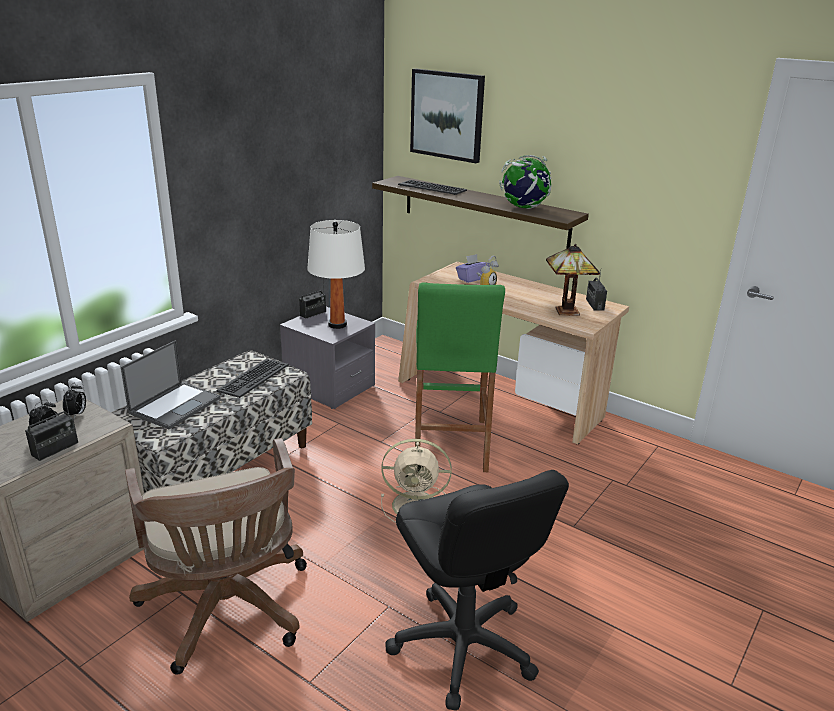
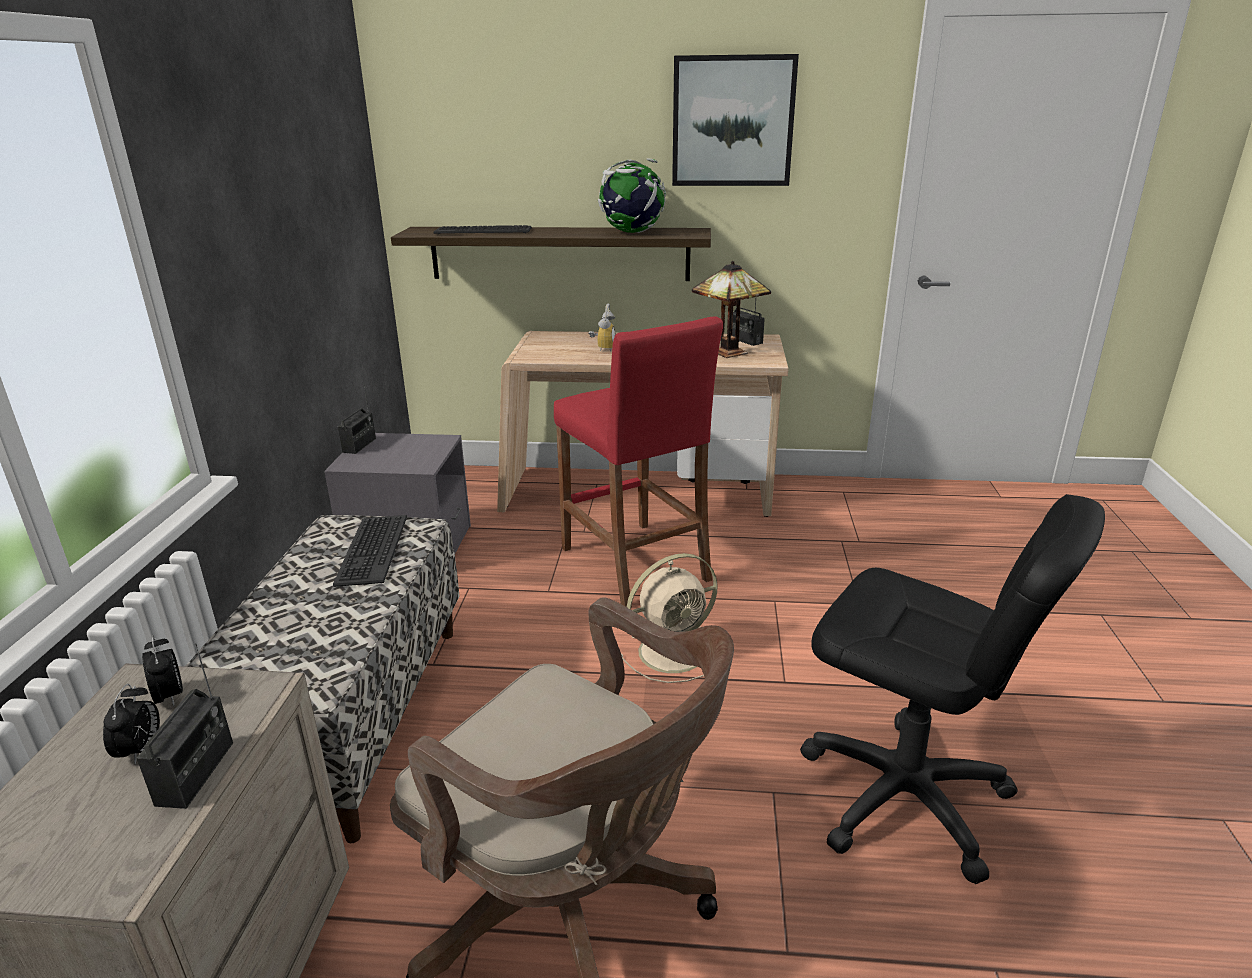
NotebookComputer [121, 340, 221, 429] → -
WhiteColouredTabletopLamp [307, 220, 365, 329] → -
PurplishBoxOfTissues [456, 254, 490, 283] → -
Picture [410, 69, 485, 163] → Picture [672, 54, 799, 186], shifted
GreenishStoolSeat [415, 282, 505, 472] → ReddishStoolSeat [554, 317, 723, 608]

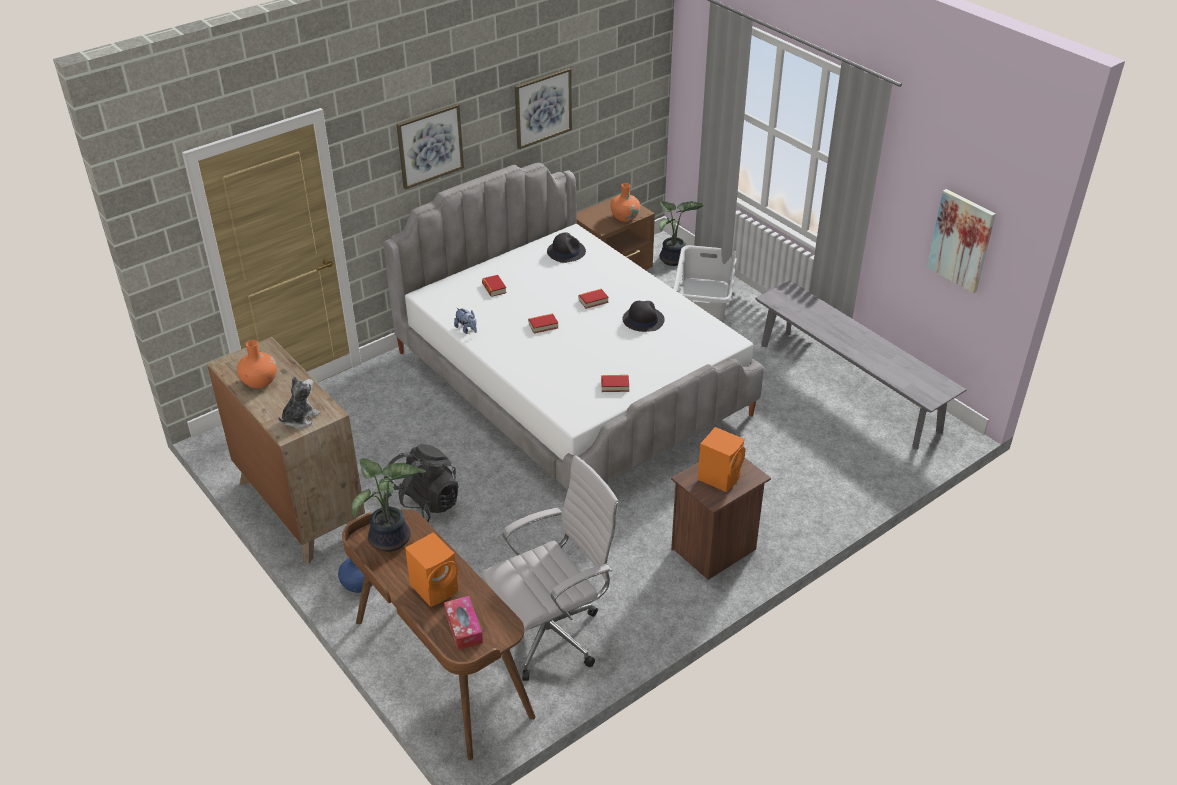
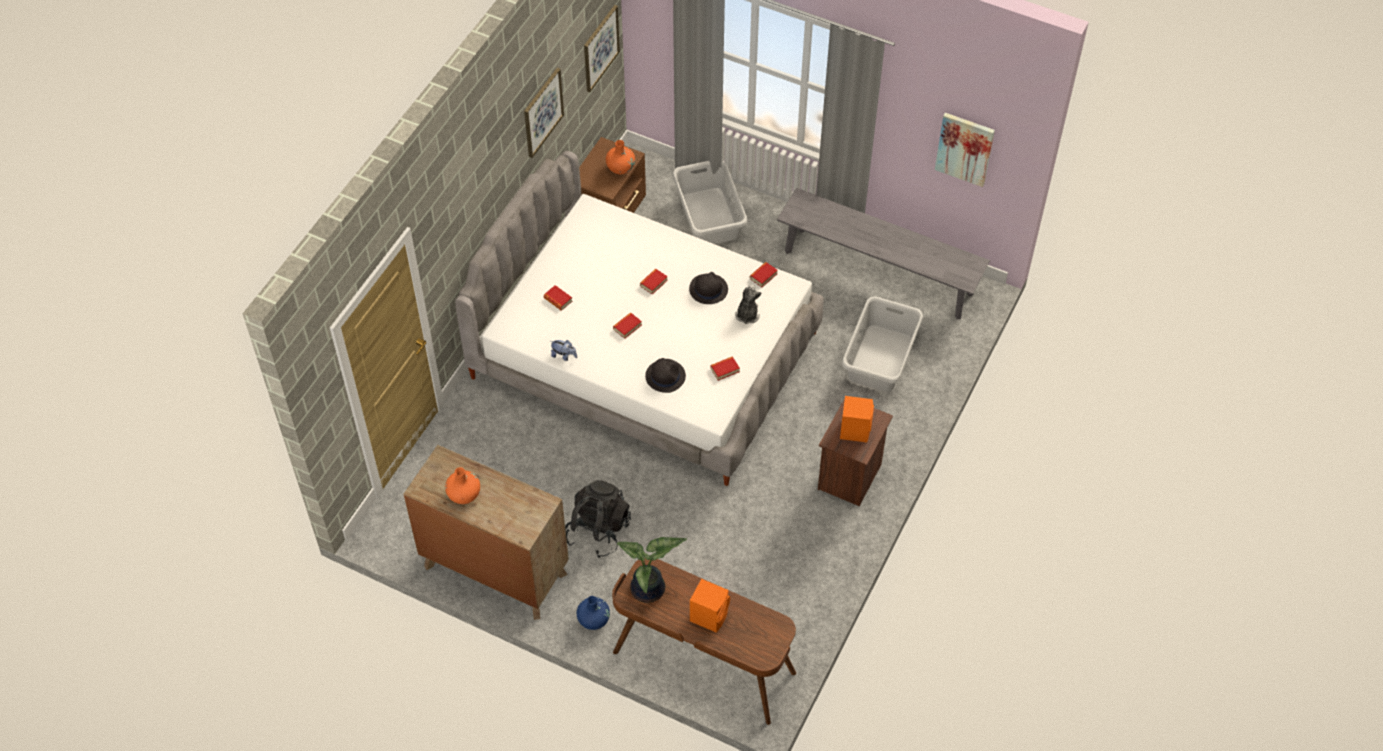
BoxOfTissues [444, 596, 483, 650] → -
WhiteColouredDeskChair [483, 455, 620, 681] → -
Houseplant [659, 201, 704, 266] → -
- → BoundBook [750, 262, 778, 287]
- → GrayWashingBasket [842, 297, 923, 392]
PlushToy [278, 376, 320, 428] → PlushToy [735, 284, 762, 324], shifted
Picture [396, 104, 464, 190] → Picture [584, 5, 620, 92], shifted
BlackColouredHat [547, 232, 586, 263] → BlackColouredHat [645, 358, 686, 393], shifted

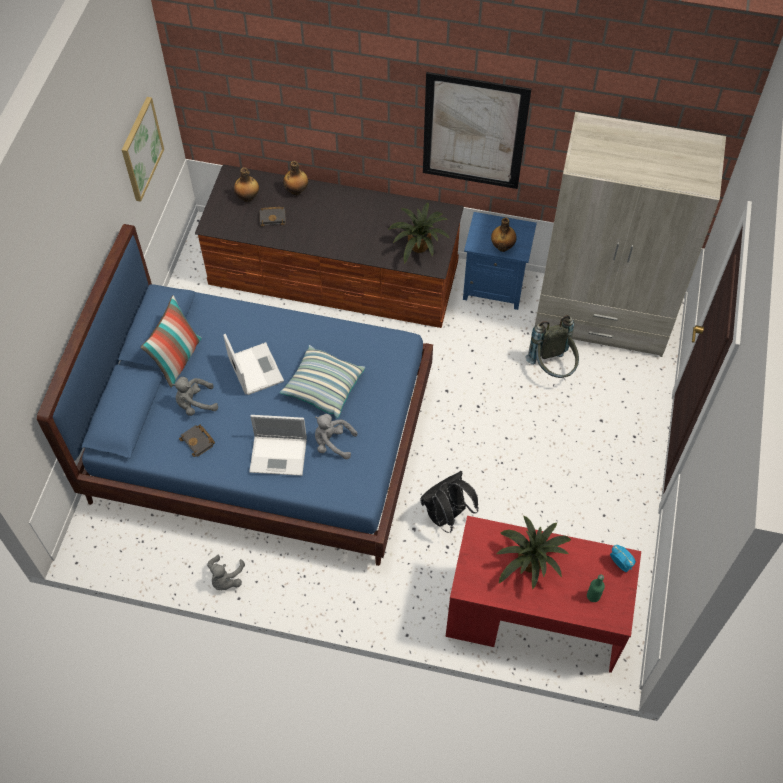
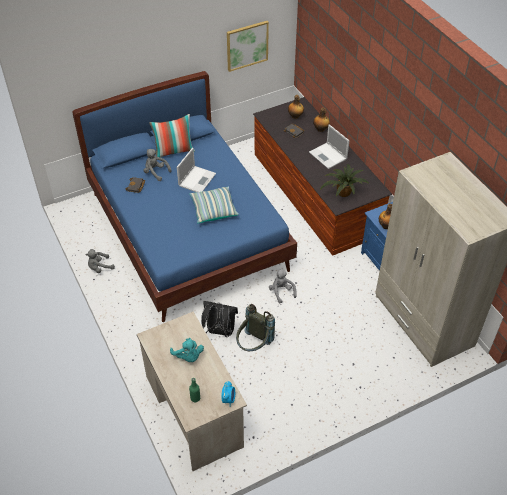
Picture [423, 72, 531, 189] → -
NotebookComputer [249, 415, 307, 476] → NotebookComputer [309, 124, 349, 169], shifted
GrayPlushToy [315, 414, 358, 460] → GrayPlushToy [269, 269, 297, 303], shifted
GrayKnapsack [525, 315, 579, 378] → GrayKnapsack [236, 304, 275, 351], shifted
Houseplant [497, 515, 571, 589] → BlueGreenPlushToy [170, 338, 204, 362]
ReddishDesk [445, 516, 641, 673] → SandColouredDesk [137, 312, 247, 471]

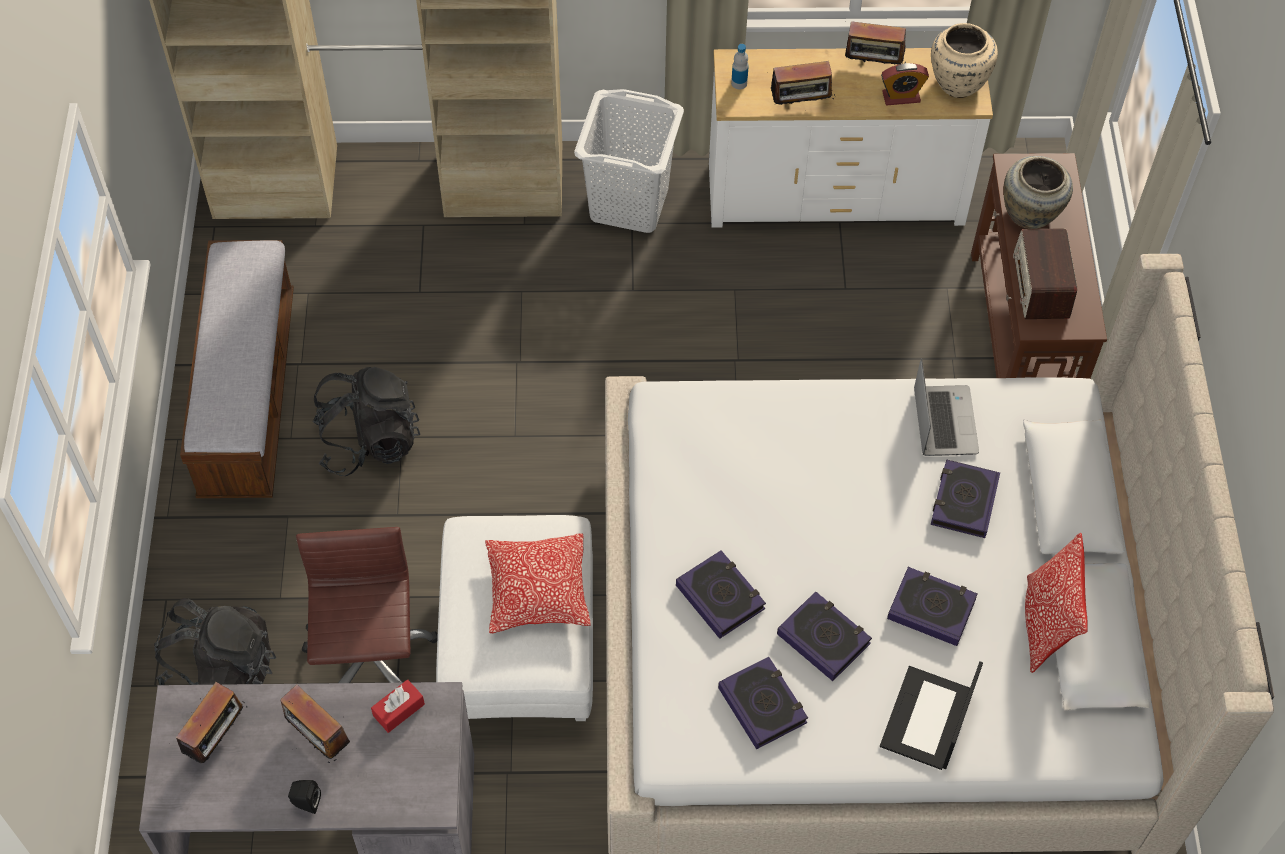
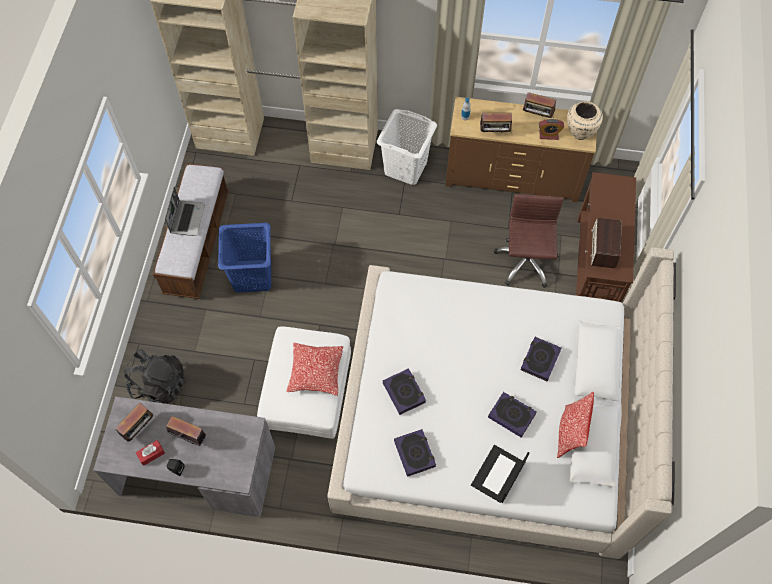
BoundBook [777, 592, 872, 681] → -
SandColouredVase [1003, 156, 1073, 229] → -
BrownishDeskChair [296, 527, 438, 683] → BrownishDeskChair [494, 194, 564, 288], shifted
ReddishBoxOfTissues [371, 679, 425, 733] → ReddishBoxOfTissues [136, 440, 165, 466], shifted
NotebookComputer [914, 358, 979, 456] → NotebookComputer [165, 187, 205, 236], shifted
BlackColouredKnapsack [312, 367, 420, 476] → BlueColouredWashingBasket [218, 223, 271, 293]
WhiteColouredDrawerChest [709, 48, 993, 228] → BrownishDrawerChest [446, 97, 597, 203]
RadioSet [281, 685, 350, 763] → RadioSet [166, 416, 206, 446], 150 degrees clockwise

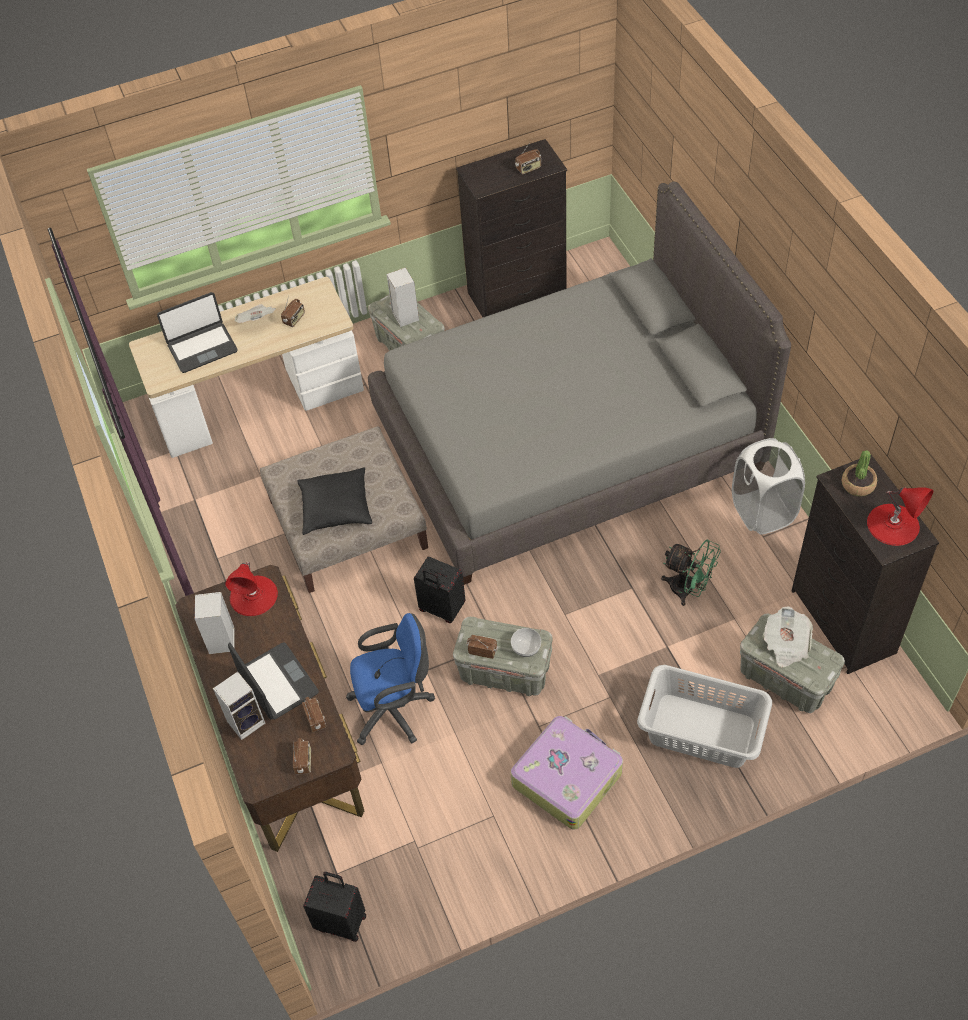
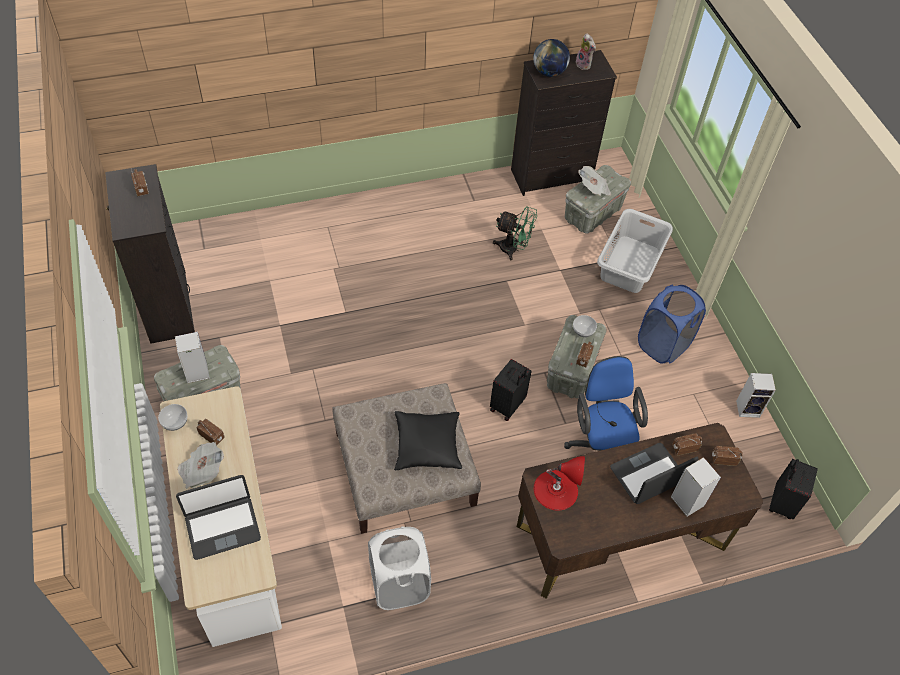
GrayBedroomBed [368, 182, 791, 585] → -
- → ServingBowl [158, 404, 188, 431]
Speaker [194, 592, 235, 654] → Speaker [736, 373, 776, 418], shifted
WhiteColouredWashingBasket [732, 438, 805, 535] → WhiteColouredWashingBasket [368, 526, 431, 610], shifted
PieceOfLuggage [511, 716, 623, 830] → BlueColouredWashingBasket [638, 285, 706, 364]
Houseplant [842, 450, 877, 496] → DeskGlobe [533, 39, 570, 77]
ReddishTabletopLamp [867, 487, 934, 546] → PlushToy [576, 33, 596, 70]
NotebookComputer [157, 292, 237, 373] → NotebookComputer [176, 475, 261, 560], 90 degrees clockwise
GreenishFan [661, 539, 721, 606] → GreenishFan [493, 206, 537, 260], 75 degrees clockwise

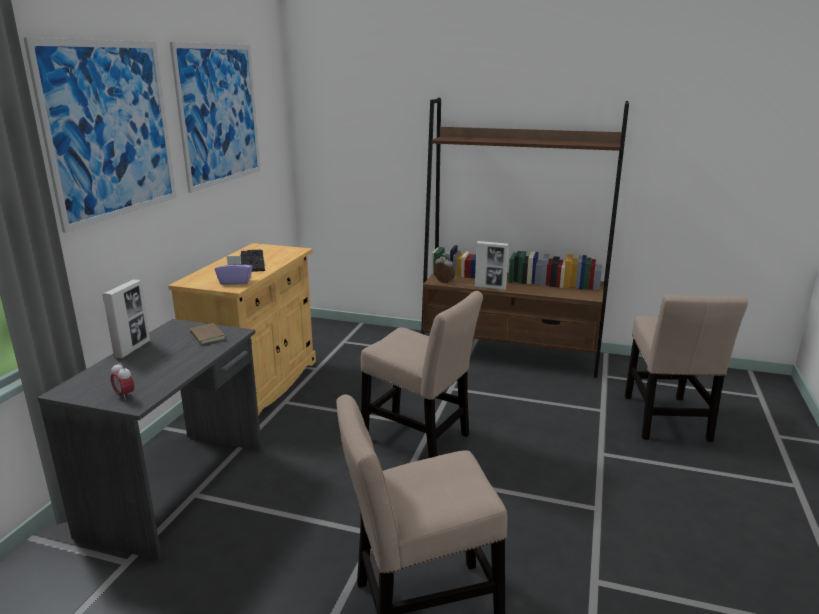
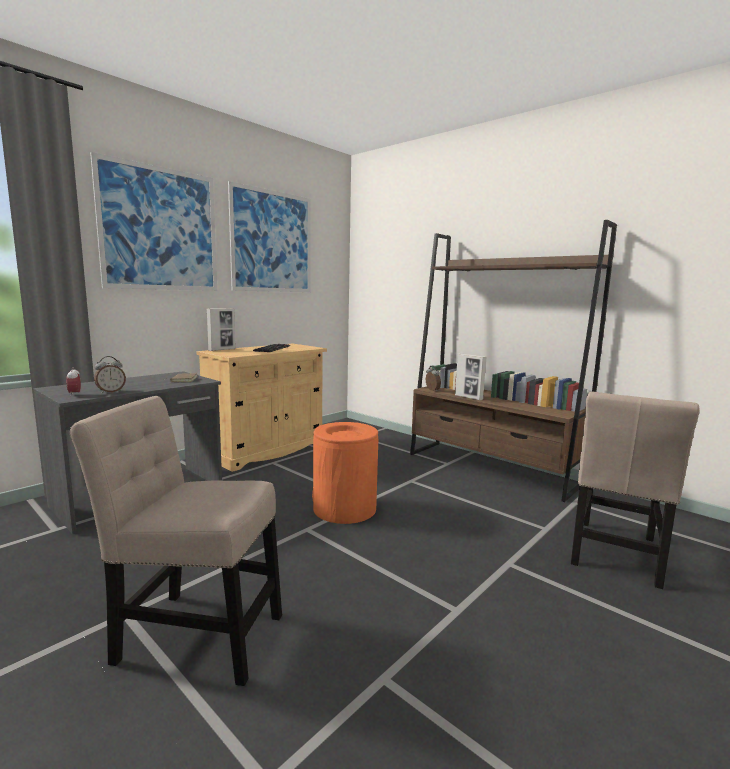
PurplishBoxOfTissues [215, 256, 253, 285] → -
- → BedsideClock [94, 356, 126, 393]
PictureFrame [102, 280, 150, 359] → PictureFrame [207, 308, 235, 351], shifted
SandColouredPlainChair [361, 291, 483, 458] → OrangeWasteBin [312, 422, 378, 524]

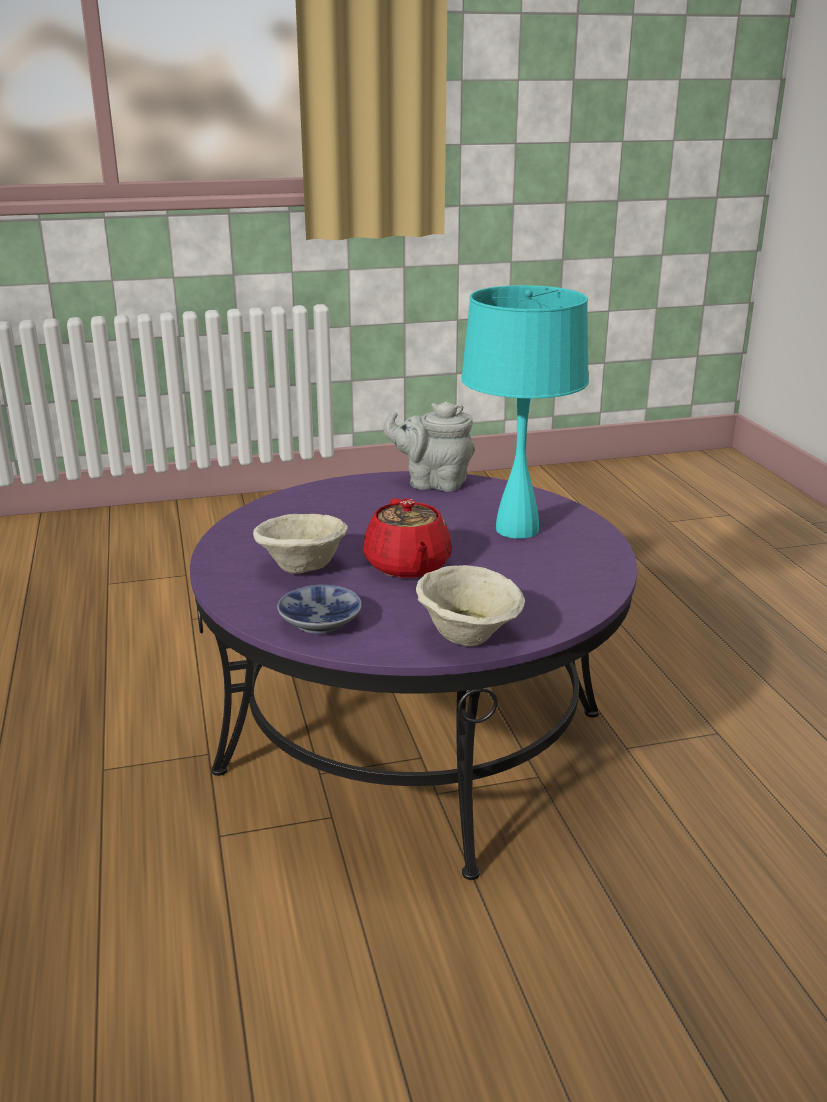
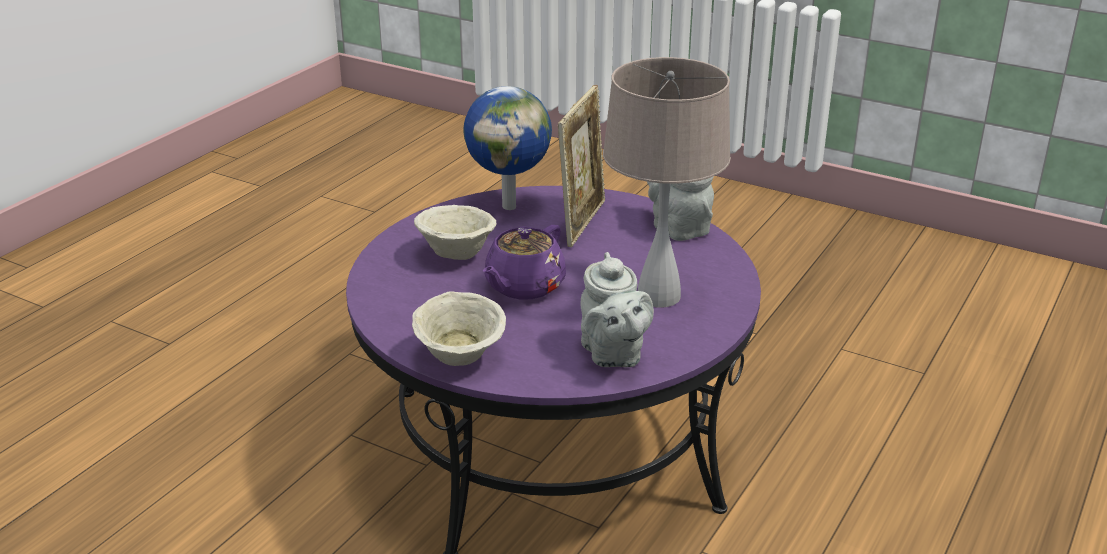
ServingBowl [277, 585, 362, 634] → -
- → DeskGlobe [463, 86, 552, 210]
- → PictureFrame [558, 85, 606, 247]
- → GrayTeaPot [580, 252, 654, 367]
ReddishTeaPot [363, 498, 452, 578] → PurplishTeaPot [483, 225, 566, 299]
BlueGreenTabletopLamp [461, 285, 589, 539] → SandColouredTabletopLamp [603, 57, 731, 308]

